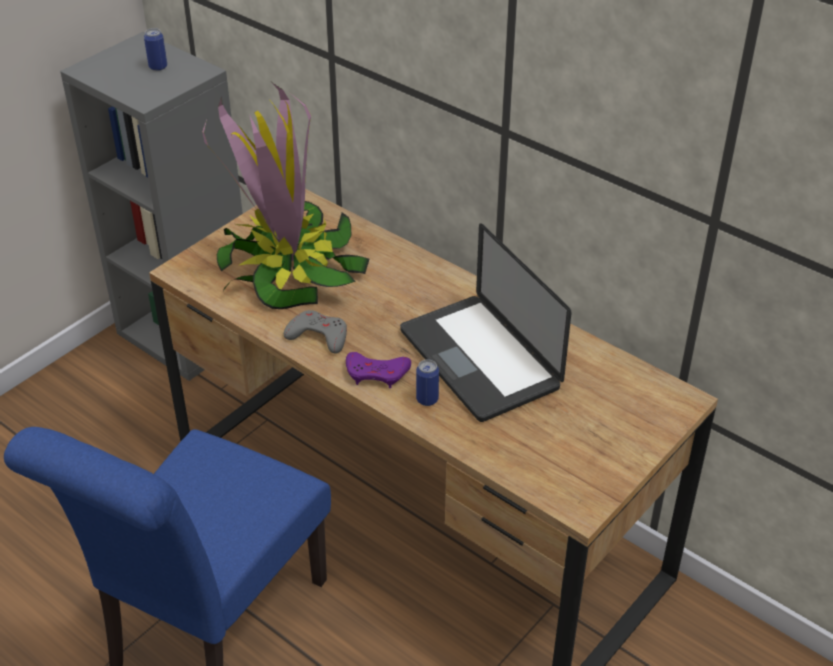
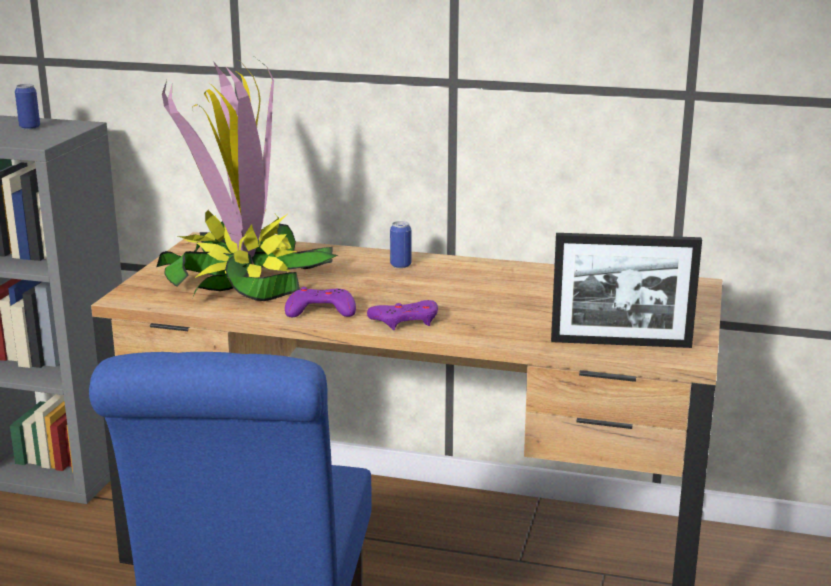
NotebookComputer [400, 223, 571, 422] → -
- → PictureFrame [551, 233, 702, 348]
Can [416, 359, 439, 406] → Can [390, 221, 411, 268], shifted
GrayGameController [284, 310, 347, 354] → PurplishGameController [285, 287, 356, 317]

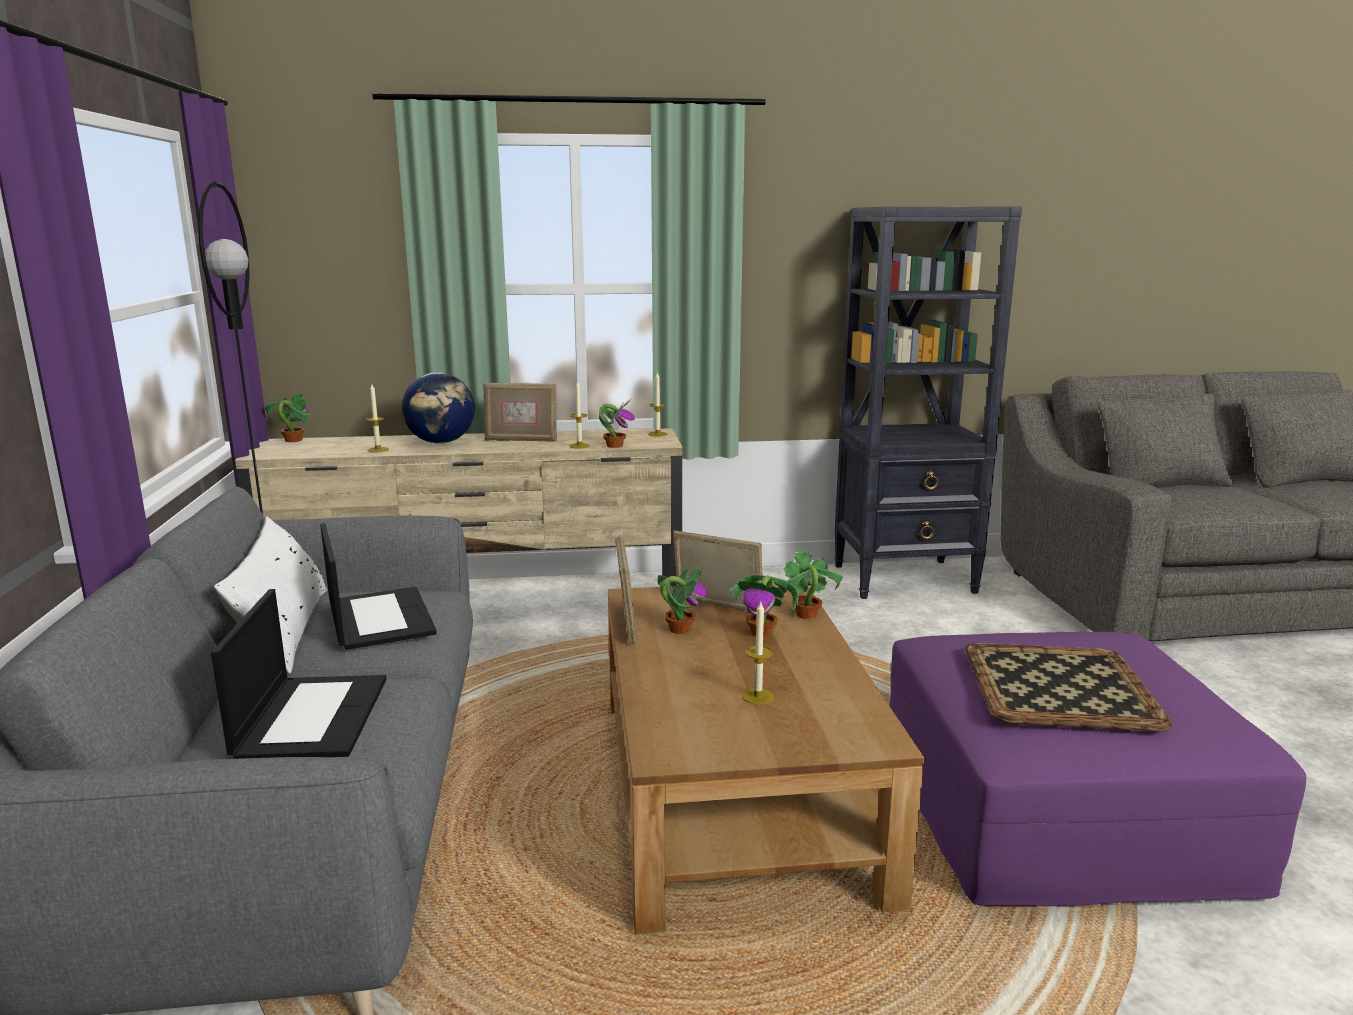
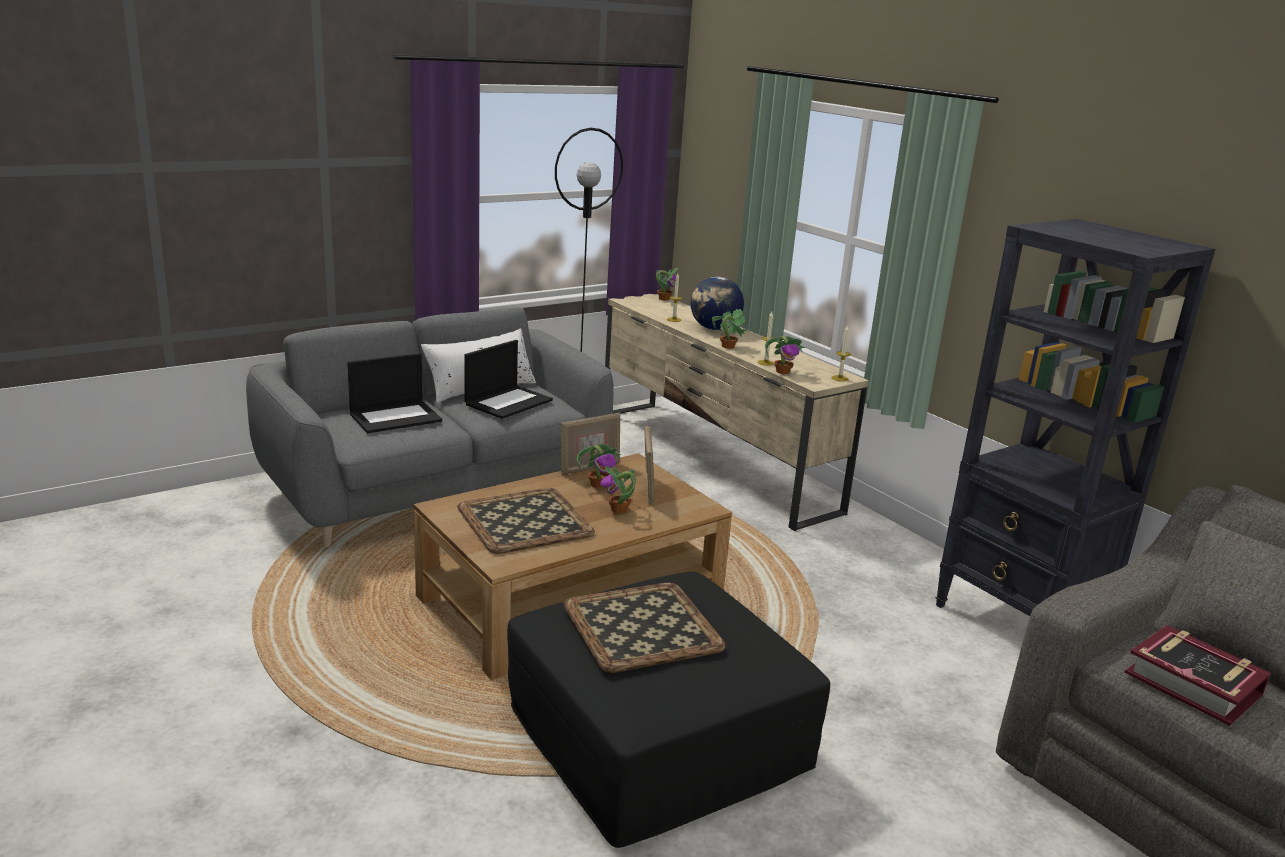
PictureFrame [483, 382, 557, 442] → -
- → BoundBook [1124, 625, 1271, 726]
Houseplant [774, 550, 843, 619] → Houseplant [712, 309, 747, 349], shifted
WaxCandle [742, 602, 774, 705] → CarryingTray [457, 488, 595, 554]
PurplishPouffe [889, 632, 1306, 906] → BlackColouredPouffe [508, 571, 830, 848]

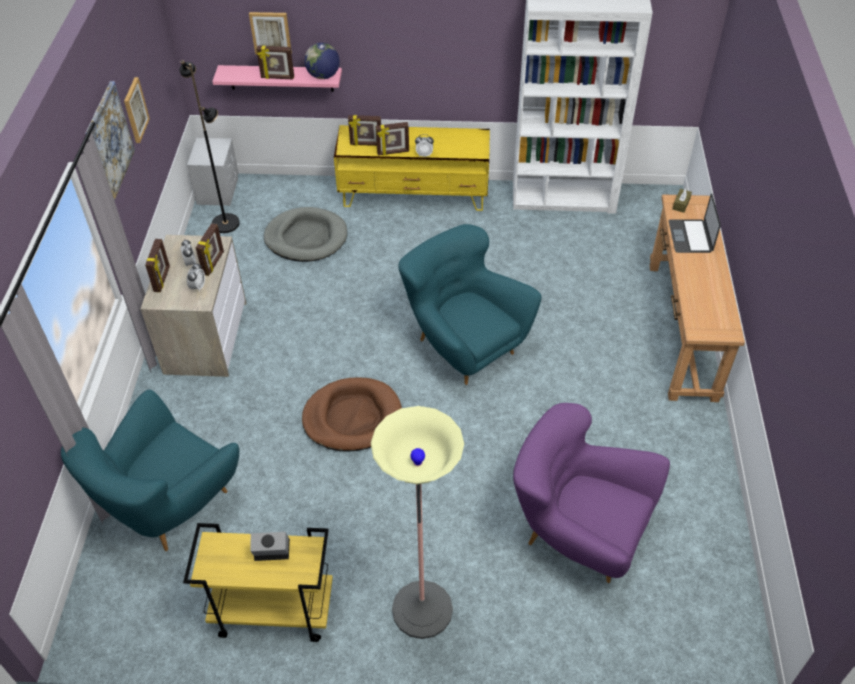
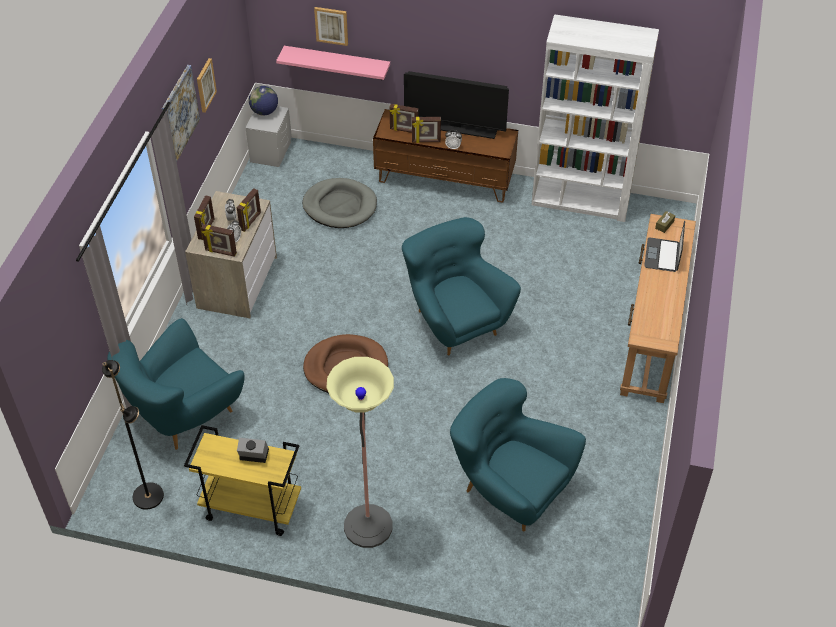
- → TvSet [404, 71, 509, 139]
BlackColouredStandardLamp [179, 60, 240, 233] → BlackColouredStandardLamp [102, 360, 164, 510], shifted
PictureFrame [256, 46, 294, 80] → PictureFrame [201, 224, 237, 257], shifted
DeskGlobe [304, 43, 340, 79] → DeskGlobe [249, 86, 278, 116], shifted
YellowColouredTvStand [334, 125, 490, 211] → BrownishTvStand [373, 109, 518, 203]
PurplishLoungeChair [513, 403, 670, 583] → BlueGreenLoungeChair [450, 378, 586, 532]

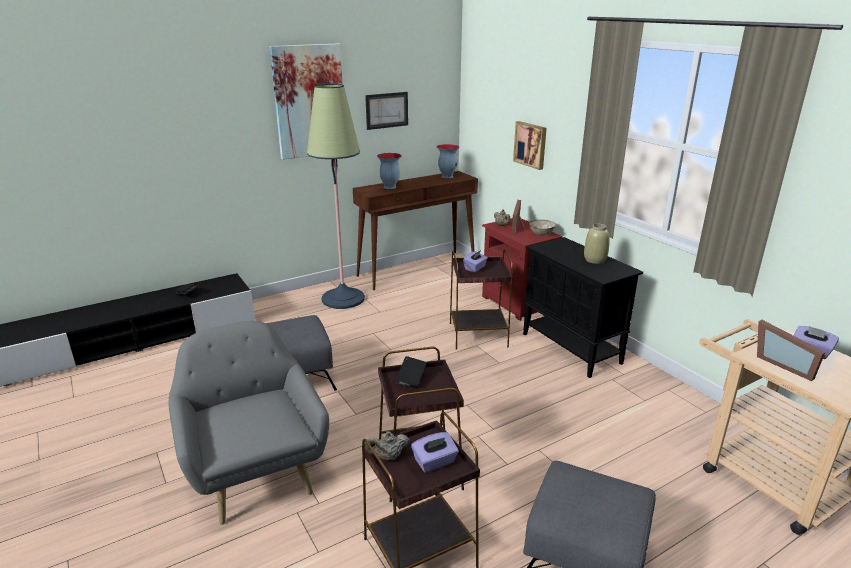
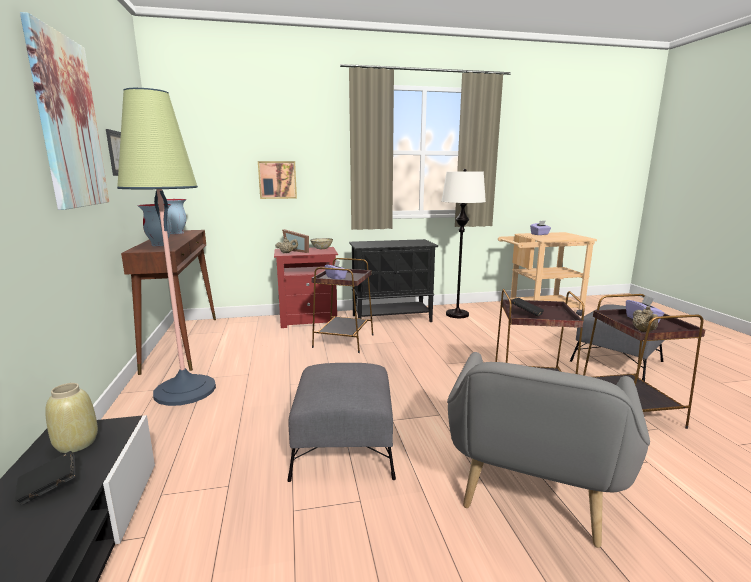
PictureFrame [757, 320, 825, 381] → -
- → WhiteColouredStandardLamp [442, 169, 486, 318]
SandColouredVase [584, 224, 610, 264] → SandColouredVase [45, 383, 98, 453], shifted
GrayLoungeChair [168, 321, 329, 525] → GrayLoungeChair [447, 352, 650, 548], 60 degrees counterclockwise

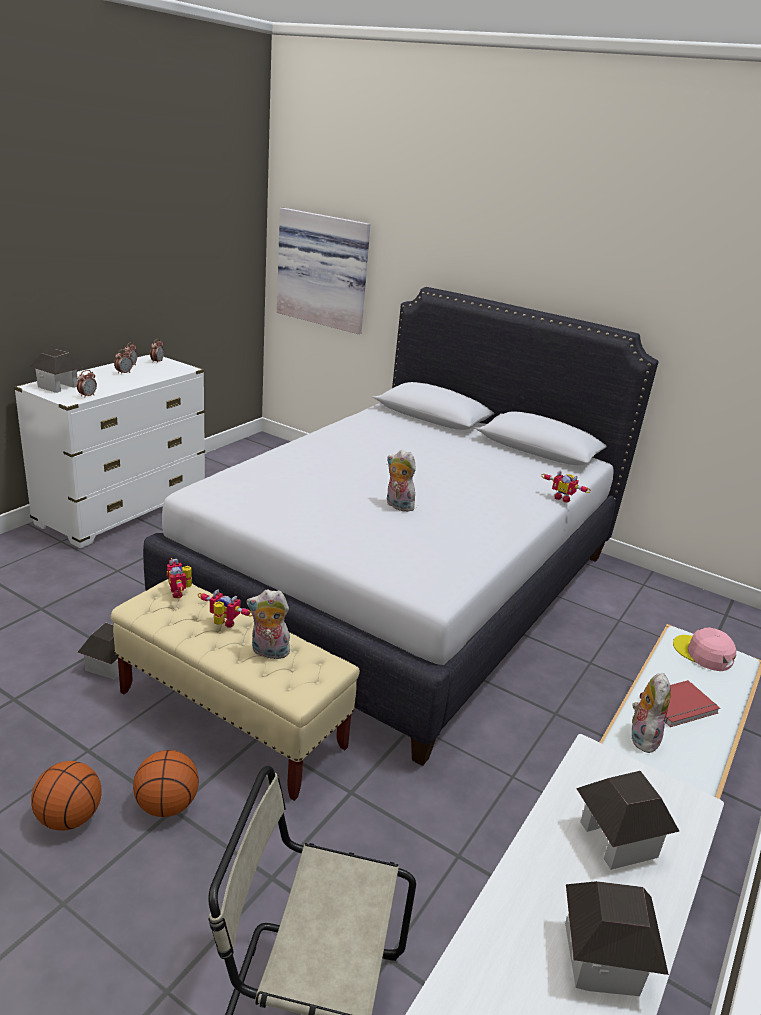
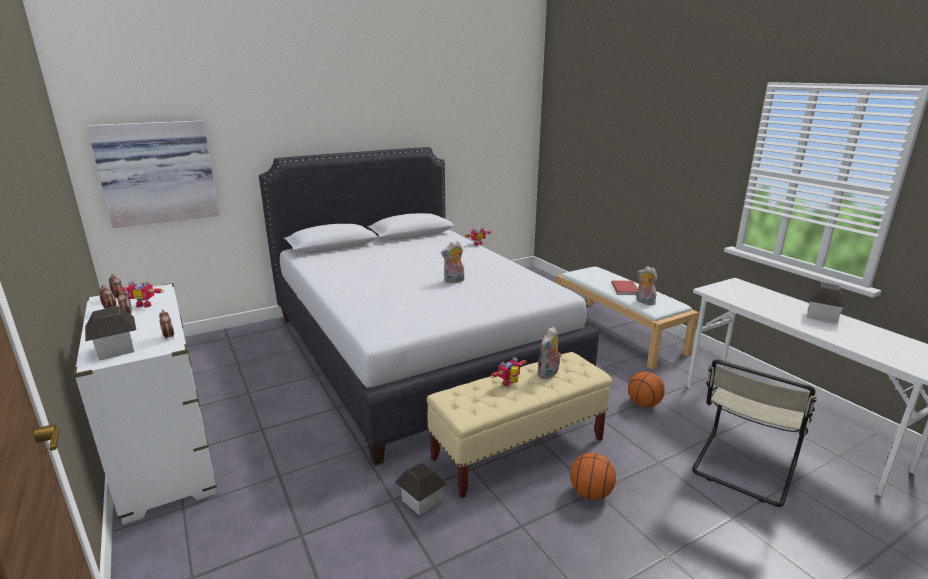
ModelHouse [576, 771, 679, 870] → -
PinkishPeakedCap [673, 627, 736, 671] → -
Basketball [31, 761, 102, 831] → Basketball [628, 372, 665, 407], shifted
ModelRobot [167, 558, 192, 598] → ModelRobot [117, 280, 164, 308], shifted

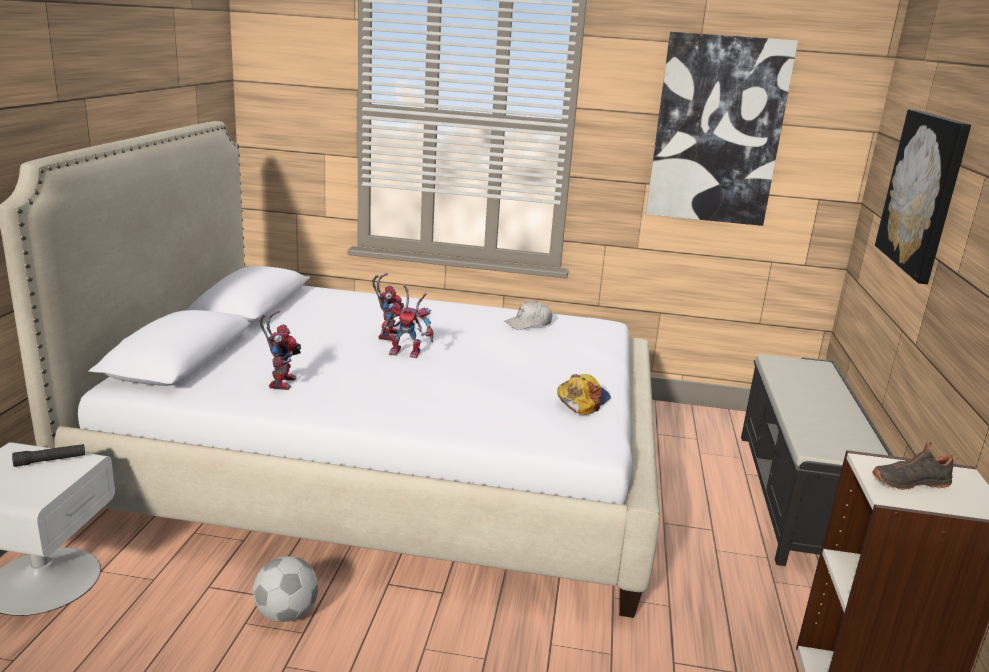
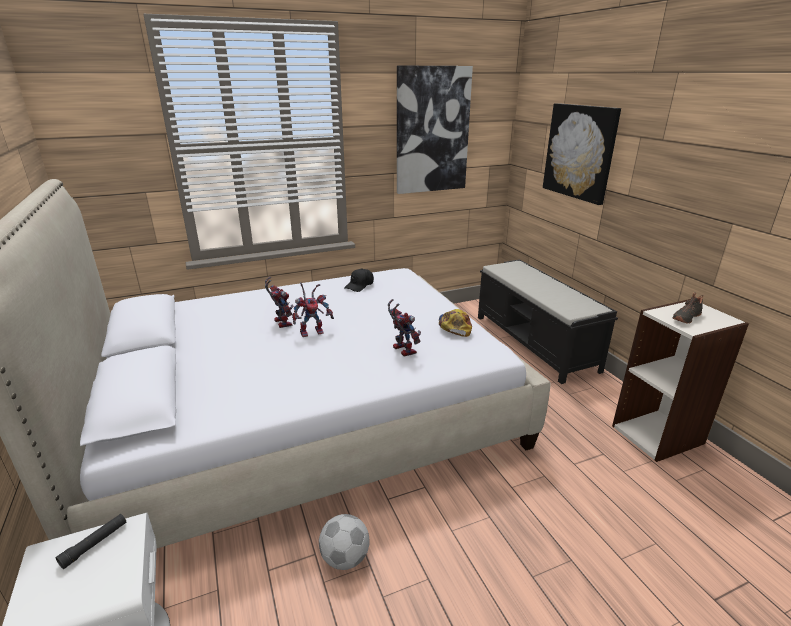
ModelRobot [259, 310, 301, 390] → ModelRobot [388, 299, 421, 356], shifted
WhiteColouredPeakedCap [505, 301, 552, 330] → BlackColouredPeakedCap [344, 269, 374, 292]

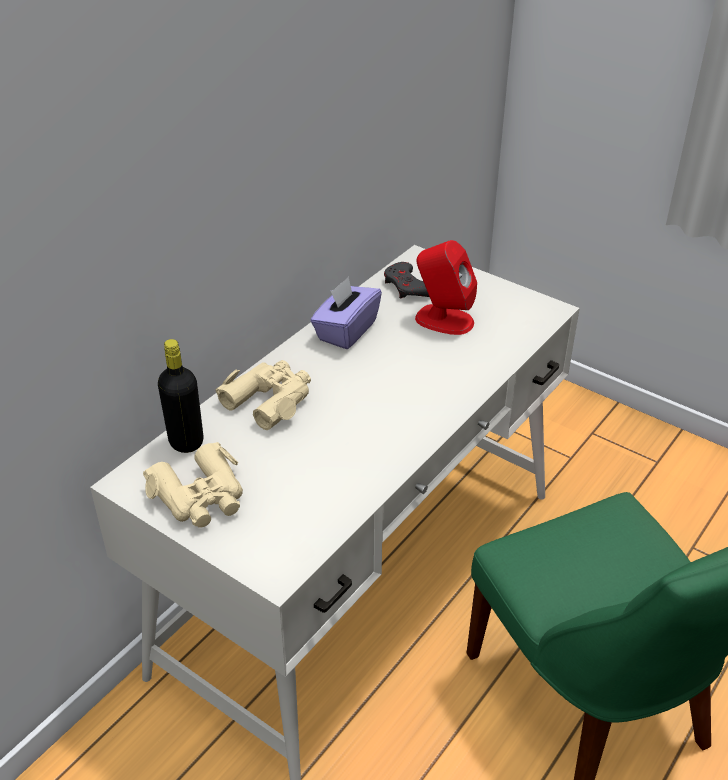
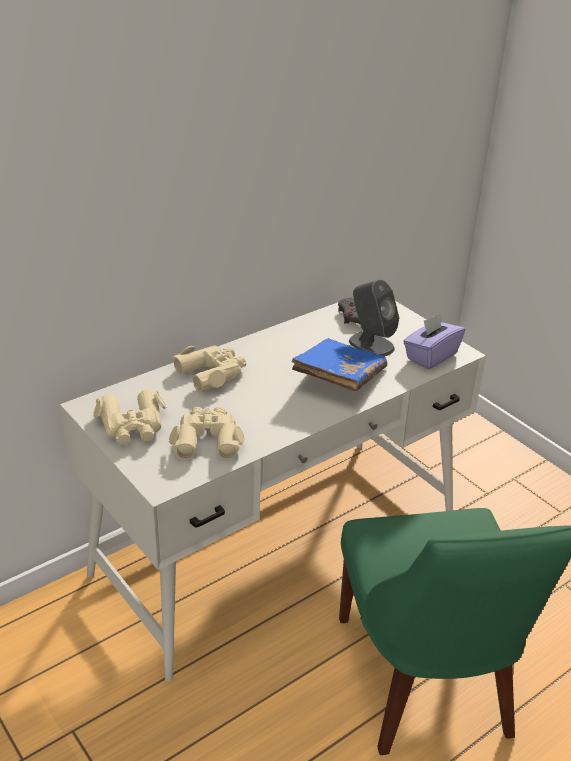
BlackColouredBeverageBottle [158, 339, 203, 453] → -
- → SandColouredBinoculars [169, 407, 245, 460]
- → BlueColouredBoundBook [292, 338, 387, 392]
PurplishBoxOfTissues [310, 277, 382, 349] → PurplishBoxOfTissues [403, 313, 465, 369], shifted
ReddishSpeaker [415, 240, 477, 335] → GraySpeaker [349, 280, 399, 356]

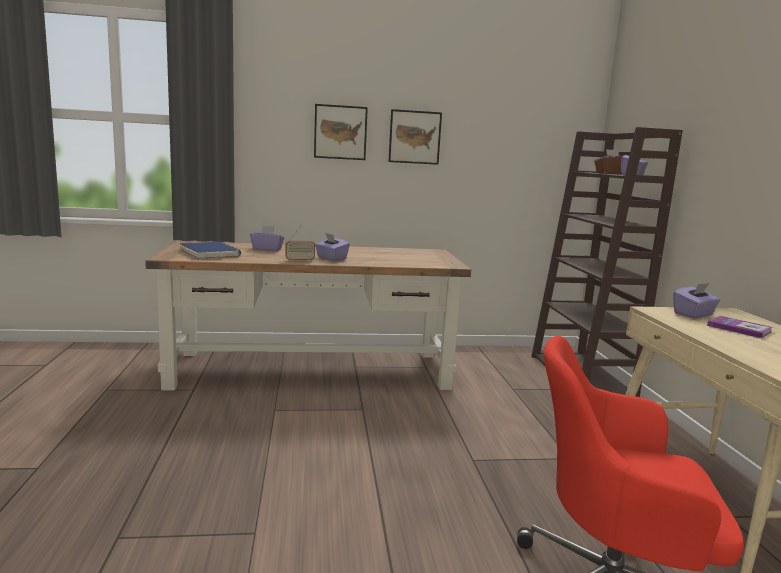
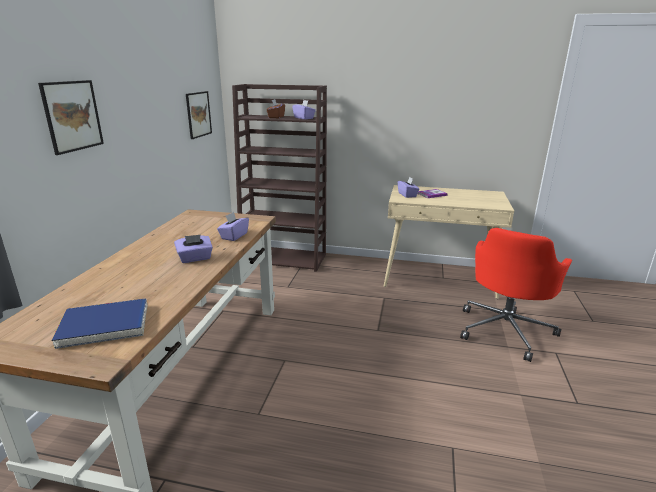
RadioSet [285, 226, 315, 262] → -
PurplishBoxOfTissues [250, 225, 284, 251] → PurplishBoxOfTissues [217, 212, 249, 241], shifted
Picture [389, 109, 442, 165] → Picture [186, 91, 212, 139], shifted

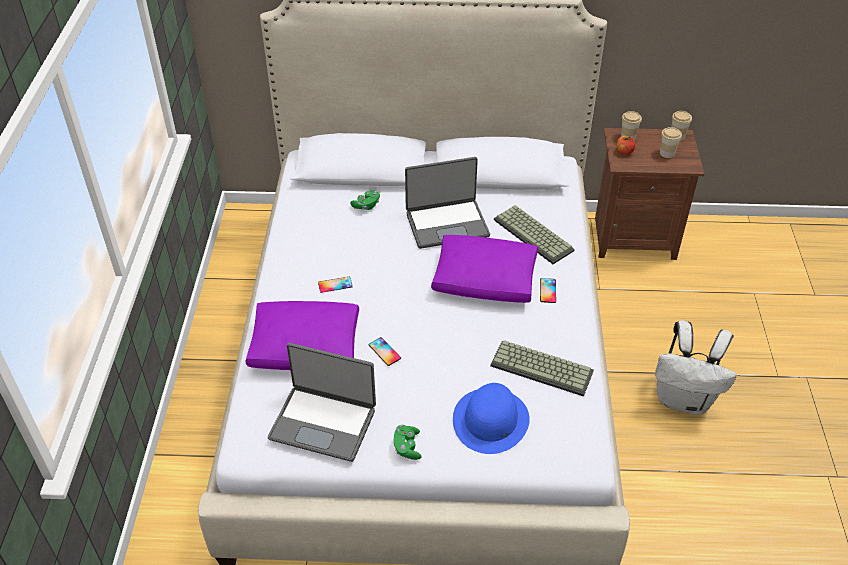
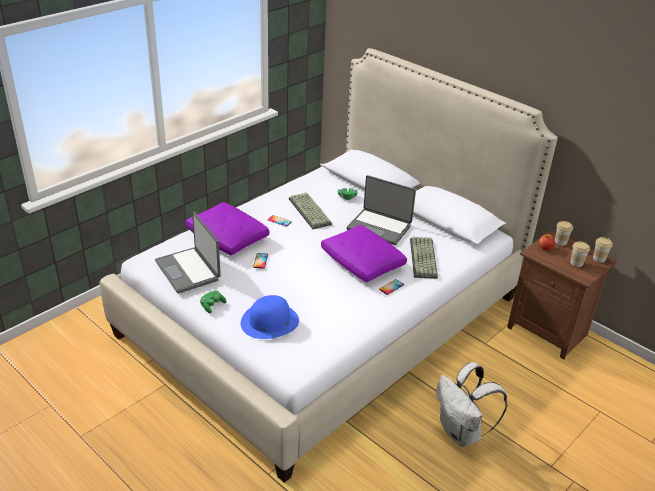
PcKeyboard [490, 340, 594, 397] → PcKeyboard [289, 192, 332, 229], shifted

